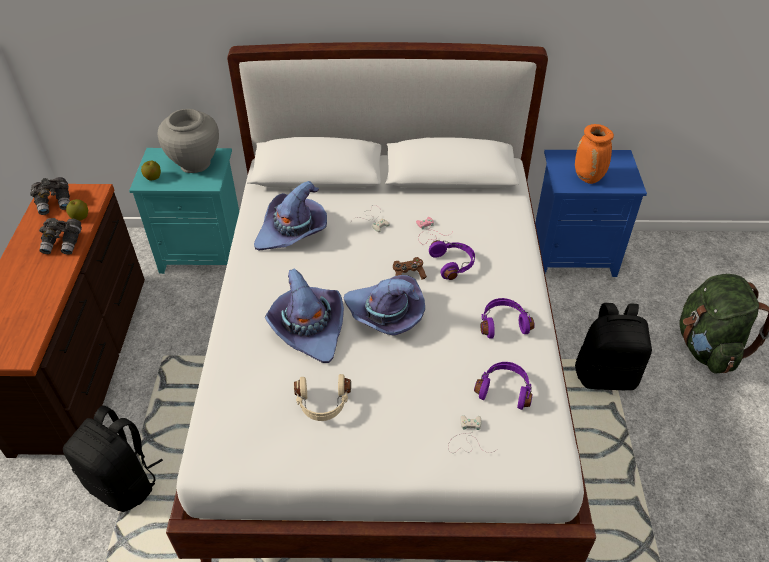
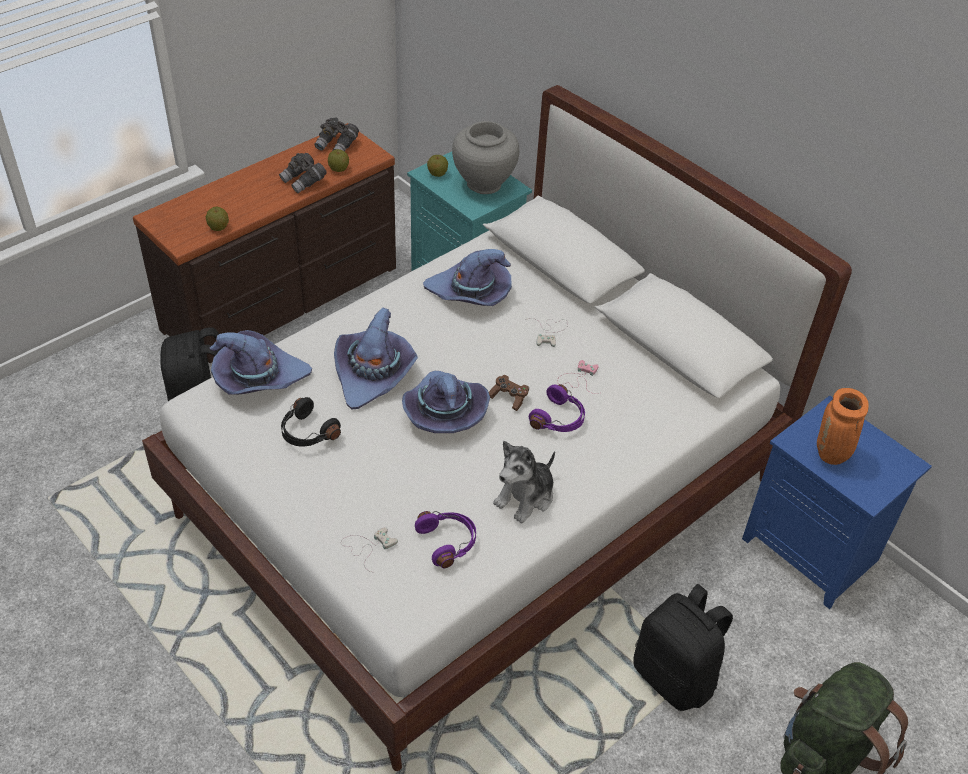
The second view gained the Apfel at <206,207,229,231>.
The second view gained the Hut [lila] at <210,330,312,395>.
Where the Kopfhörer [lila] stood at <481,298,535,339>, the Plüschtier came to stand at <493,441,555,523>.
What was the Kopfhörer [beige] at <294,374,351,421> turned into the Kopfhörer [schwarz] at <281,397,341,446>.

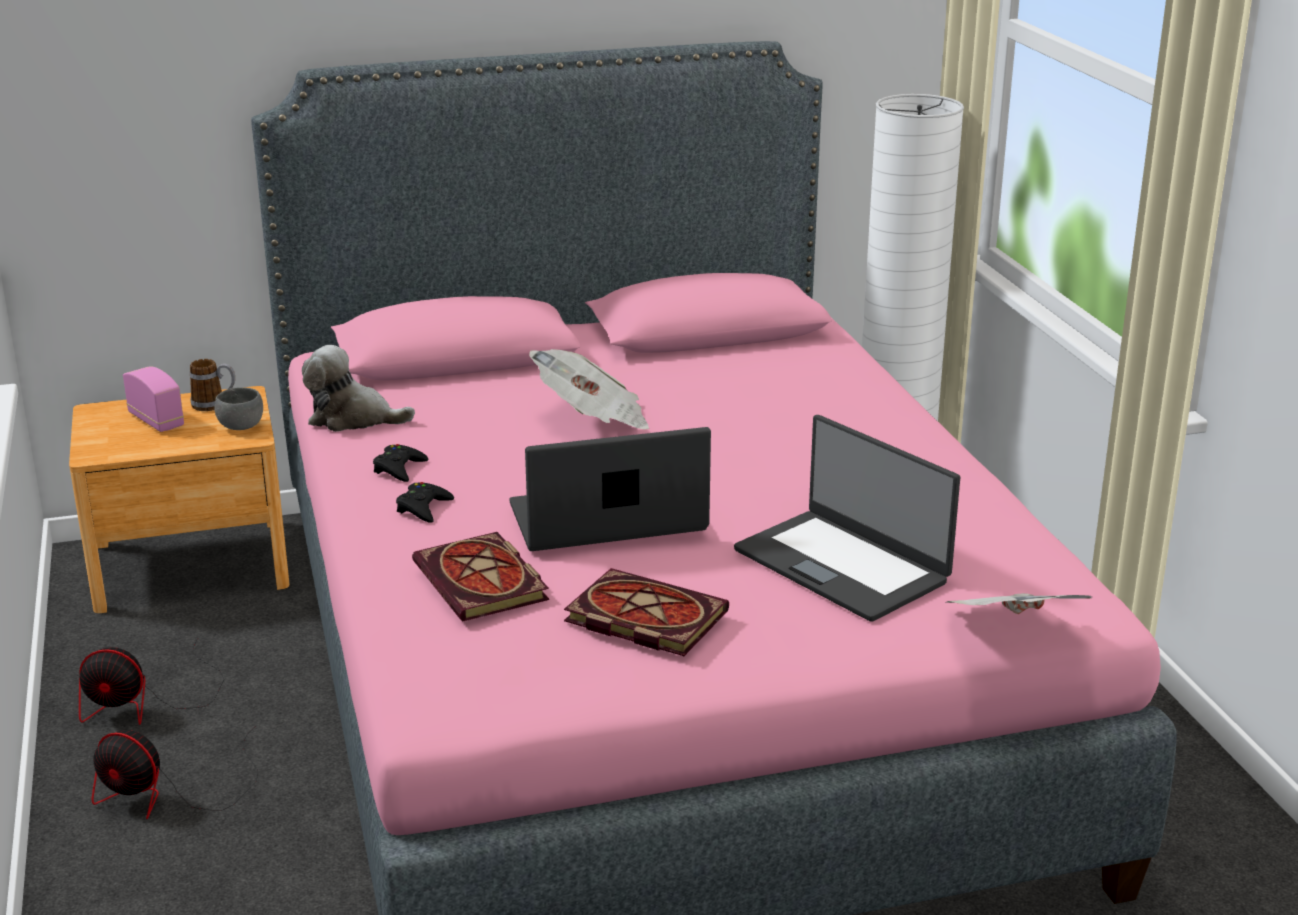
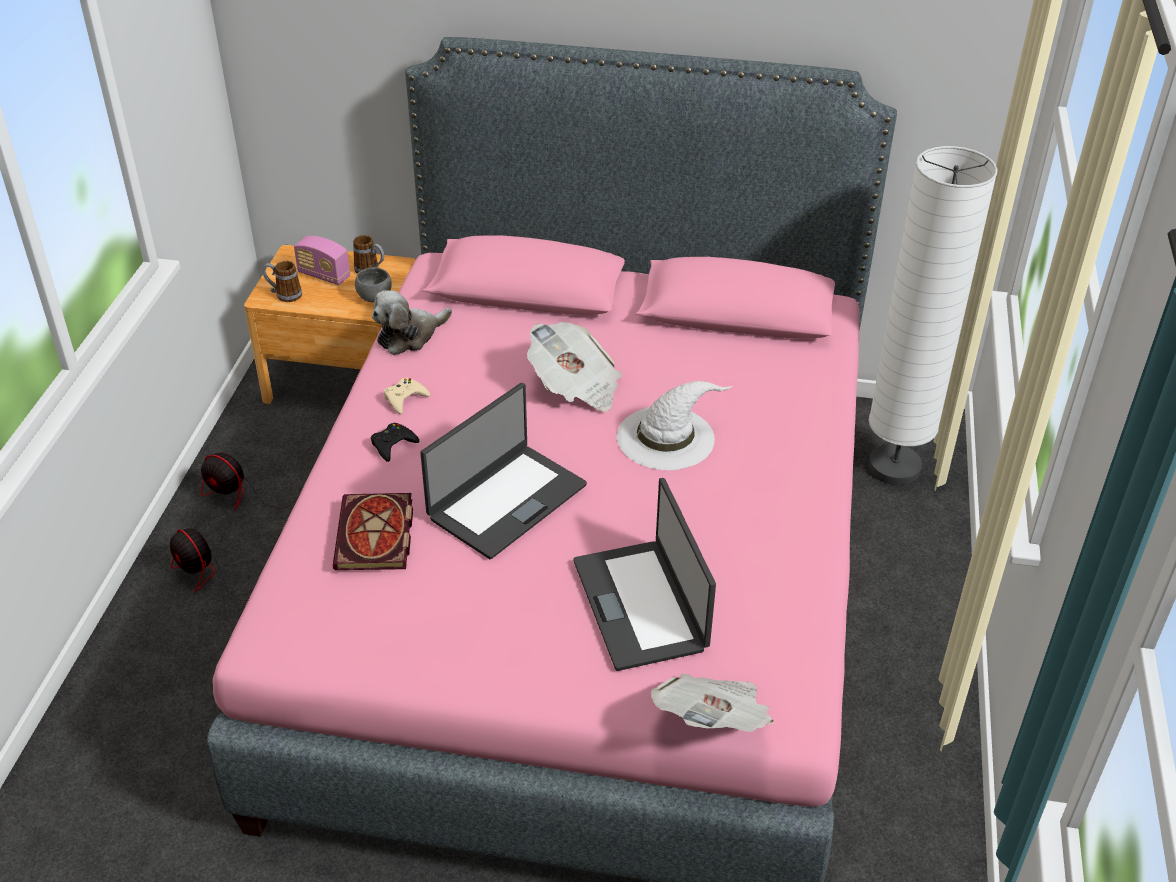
The second view lost the Buch at <564,568,729,656>.
The second view gained the Henkelbecher at <263,261,302,302>.
The second view gained the Hut [weiß] at <617,381,733,470>.
What was the Gamepad [schwarz] at <373,444,428,482> turned into the Gamepad [beige] at <384,378,430,414>.
The Radio at <123,366,184,432> ended up facing another way, 135 degrees clockwise from before.
The Plüschtier at <302,345,415,432> ended up facing another way, 75 degrees counterclockwise from before.
The Laptop at <510,427,711,551> ended up facing another way, 120 degrees clockwise from before.

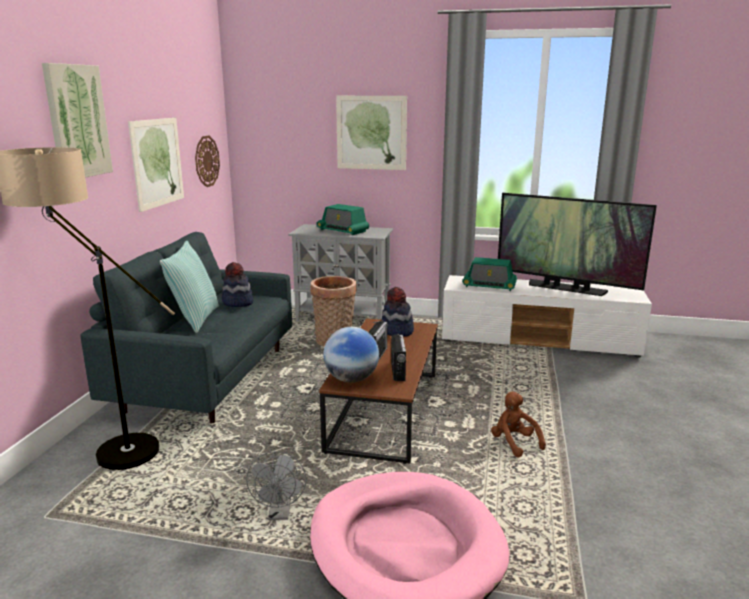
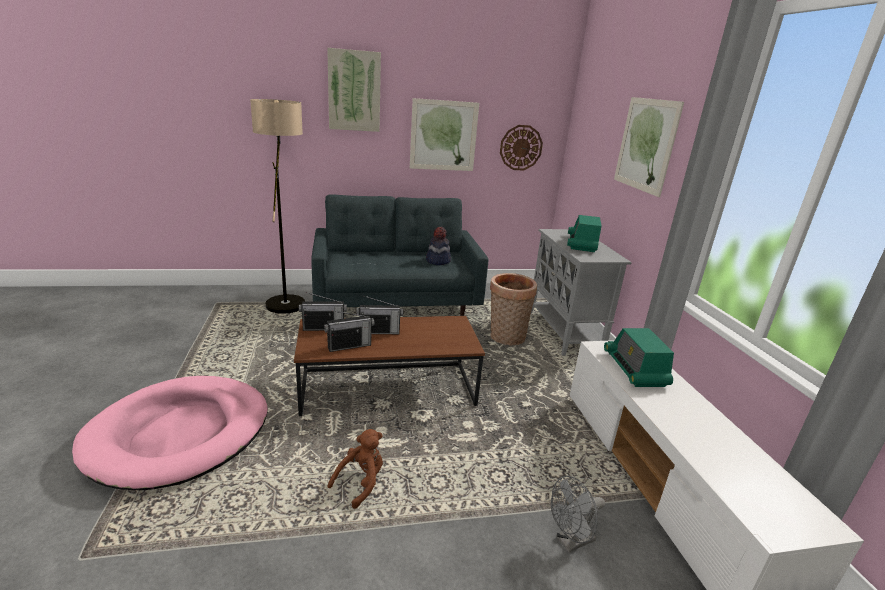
The second view lost the Kissen at <160,241,219,333>.
The second view lost the Hut at <381,287,414,337>.
The second view lost the Fernseher at <498,193,657,296>.
The Ventilator [grau] ended up elsewhere, having gone from <246,451,306,520> to <551,476,605,552>.
Where the Globus stood at <323,327,379,383>, the Radio came to stand at <299,292,347,331>.

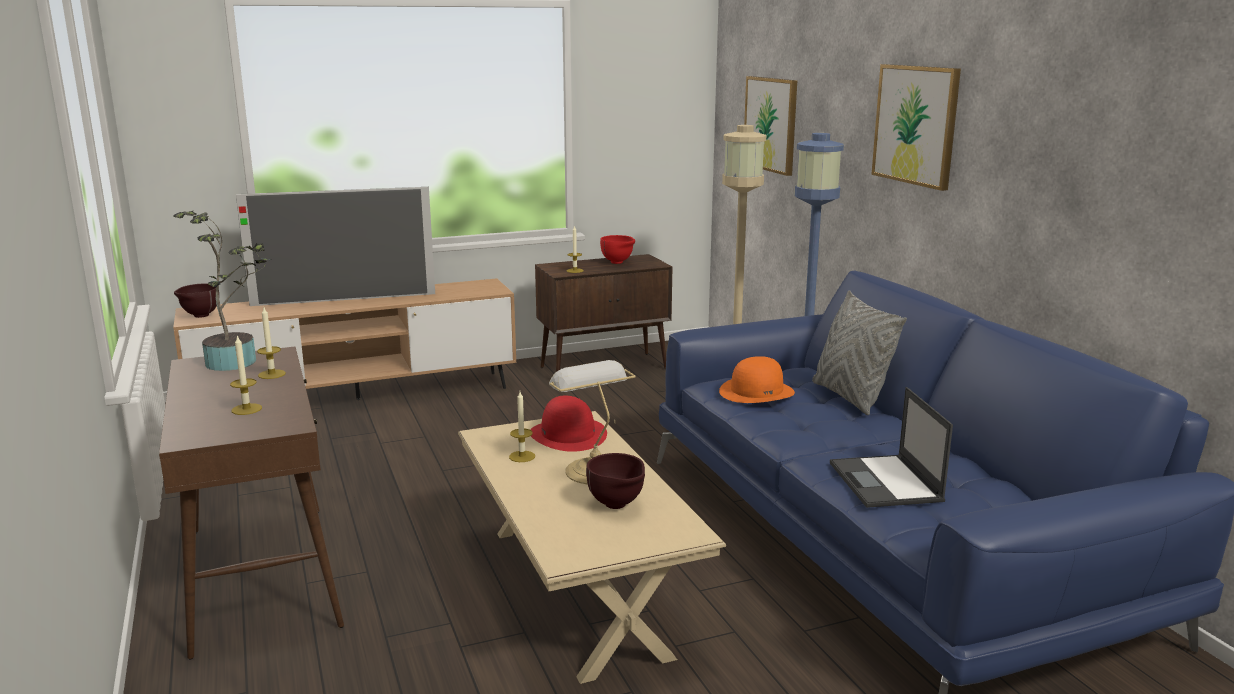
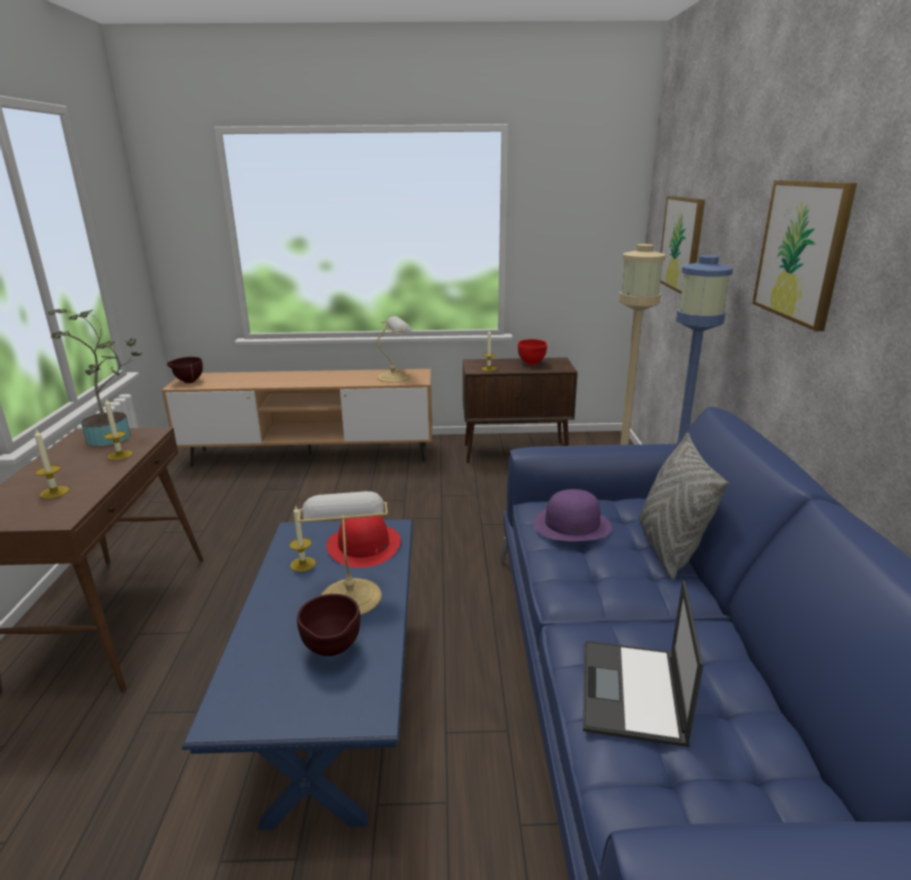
The second view lost the Fernseher at <236,187,435,306>.
The second view gained the Tischlampe at <376,316,413,382>.
What was the Couchtisch [beige] at <458,411,726,684> turned into the Couchtisch [blau] at <182,519,413,830>.
What was the Hut [orange] at <719,356,795,403> turned into the Hut [lila] at <533,489,612,541>.

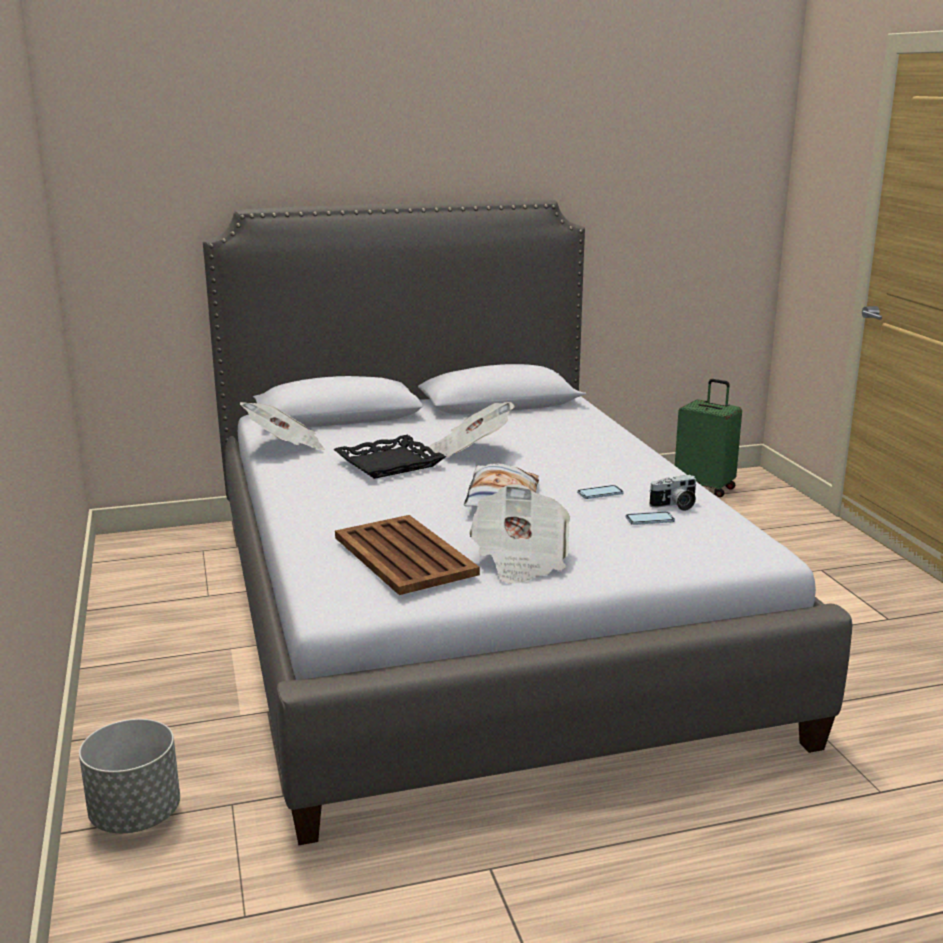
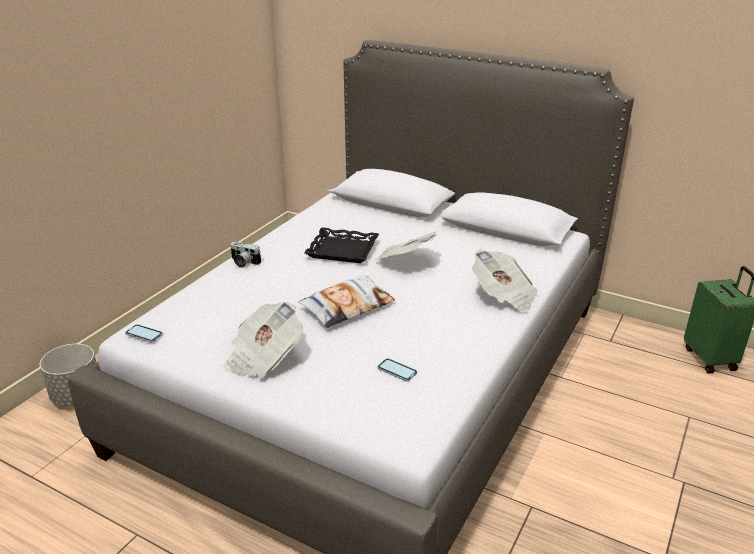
The second view lost the Tablett [braun] at <335,515,480,595>.
The Zeitung ended up elsewhere, having gone from <240,402,326,450> to <472,250,537,313>.
The Handy ended up elsewhere, having gone from <577,485,624,499> to <125,324,163,342>.
The Kamera ended up elsewhere, having gone from <649,475,696,511> to <230,242,261,268>.

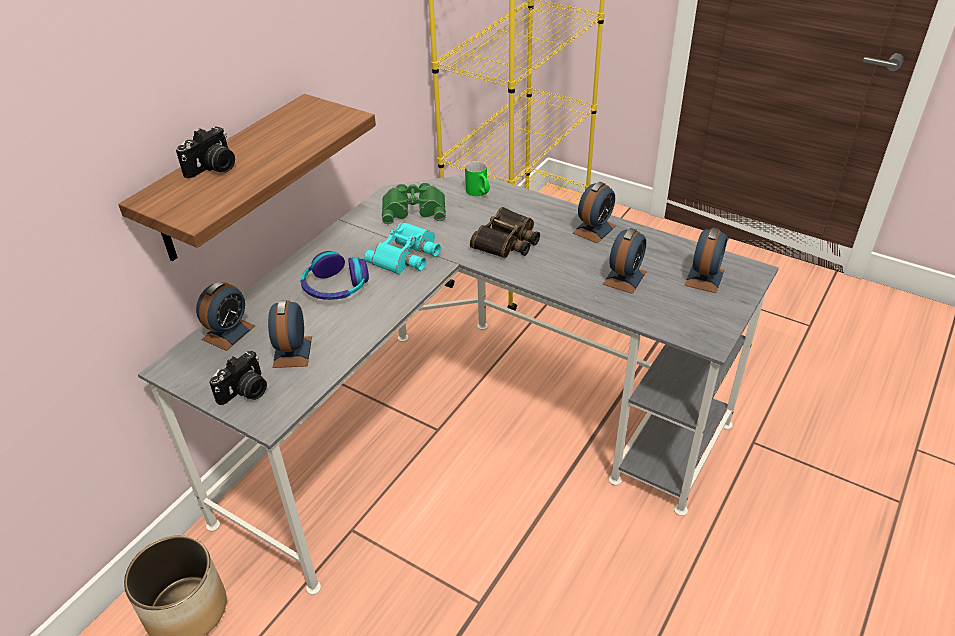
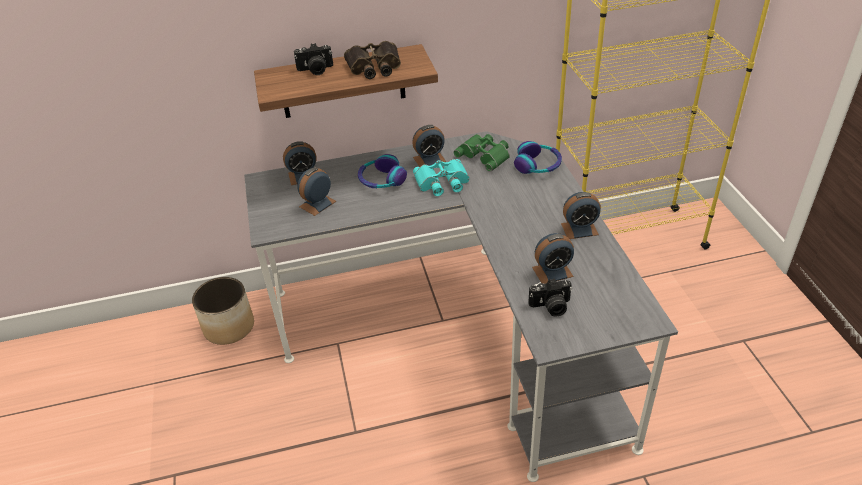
The Kamera ended up elsewhere, having gone from <209,351,267,405> to <528,278,572,317>.
The Fernglas ended up elsewhere, having gone from <470,207,540,258> to <344,41,401,79>.
The Wecker ended up elsewhere, having gone from <684,228,727,293> to <413,125,446,167>.
Where the Henkelbecher [grün] stood at <465,161,490,196>, the Kopfhörer came to stand at <514,141,562,174>.

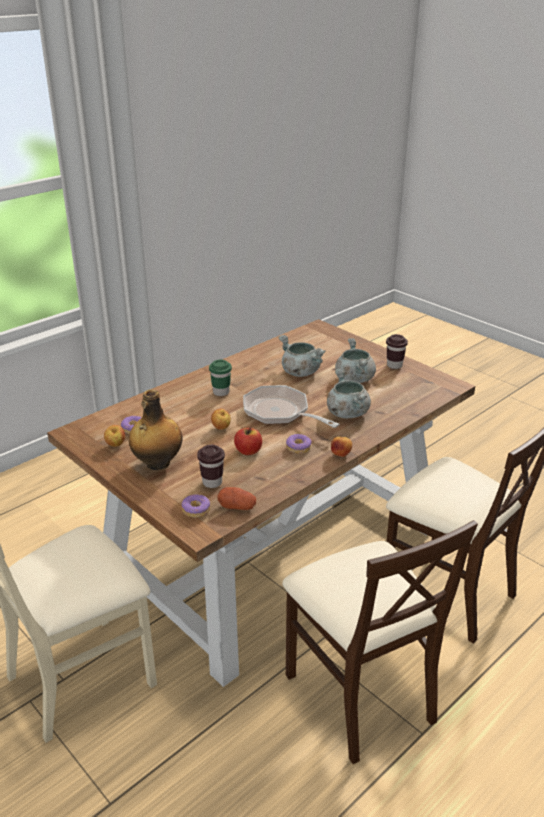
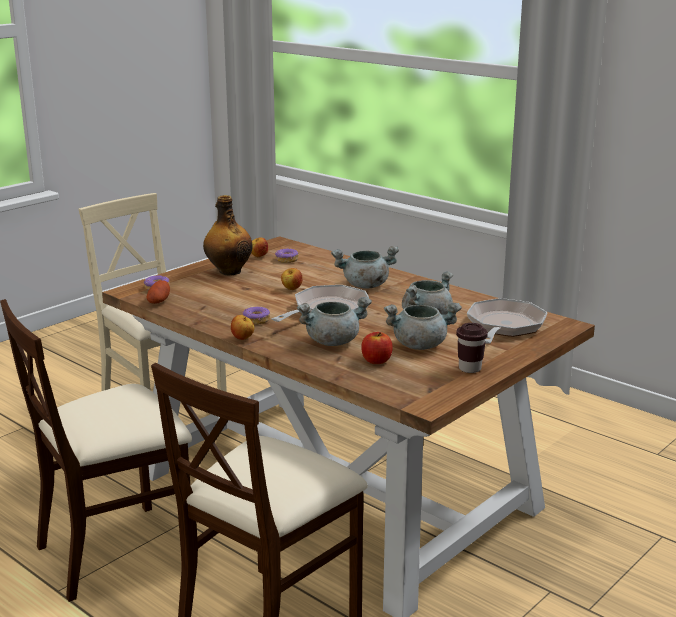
The second view lost the Tasse [braun] at <197,445,225,488>.
The second view gained the Pfanne at <467,298,548,344>.
The Apfel ended up elsewhere, having gone from <234,427,262,455> to <361,332,393,364>.
Where the Tasse [grün] stood at <209,360,232,396>, the Kochtopf [grau] came to stand at <331,246,399,288>.

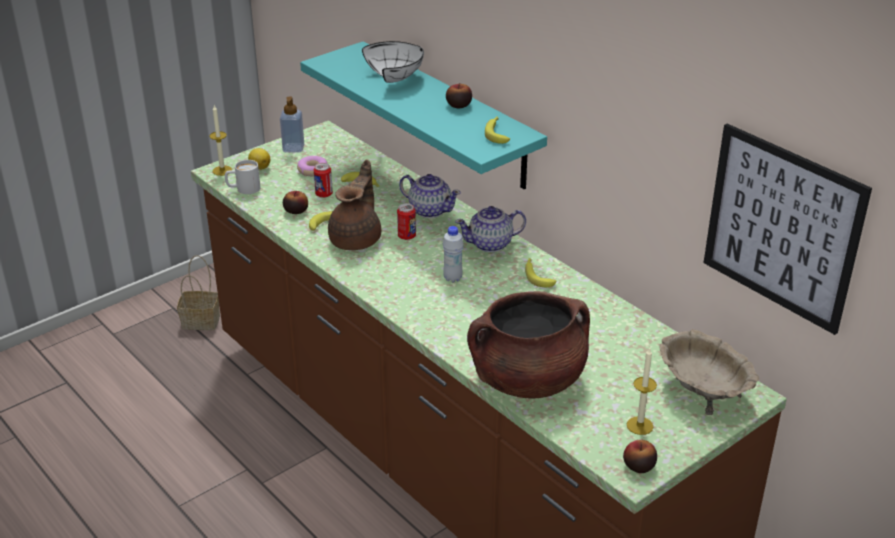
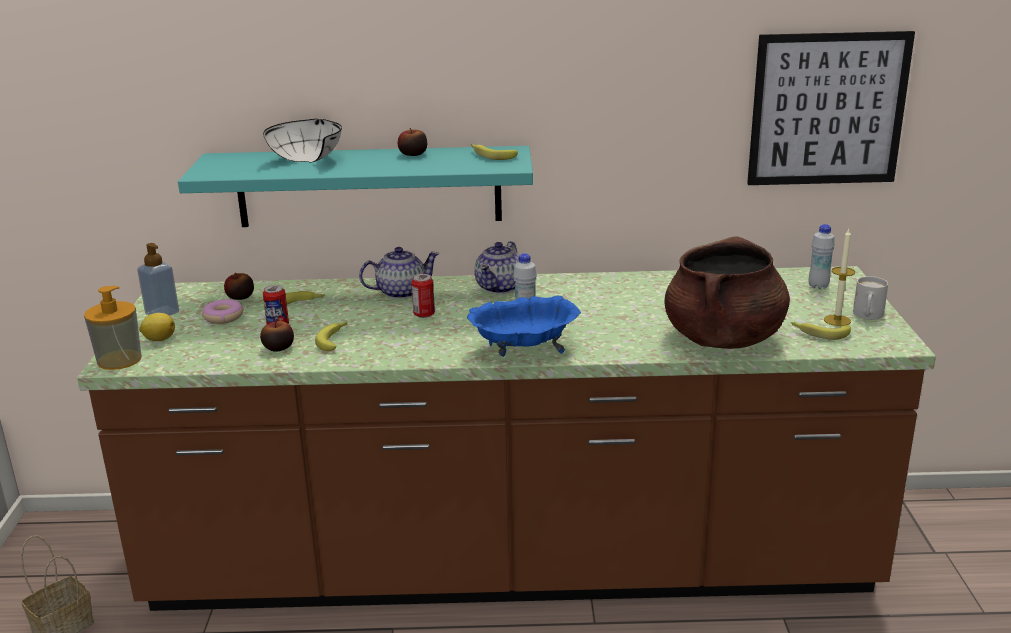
The second view lost the Teekanne [braun] at <328,160,381,250>.
The second view gained the Schüssel [blau] at <467,296,581,357>.
The Henkelbecher [weiß] ended up elsewhere, having gone from <225,160,260,194> to <853,276,888,320>.
The Banane ended up elsewhere, having gone from <525,258,556,287> to <791,322,851,340>.
The Apfel ended up elsewhere, having gone from <623,440,657,473> to <224,273,254,300>.
Where the Kerze stood at <210,105,232,176>, the Seifenspender came to stand at <84,286,142,370>.
Where the Schüssel [beige] stood at <659,329,759,415>, the Flasche [weiß] came to stand at <808,224,835,289>.

